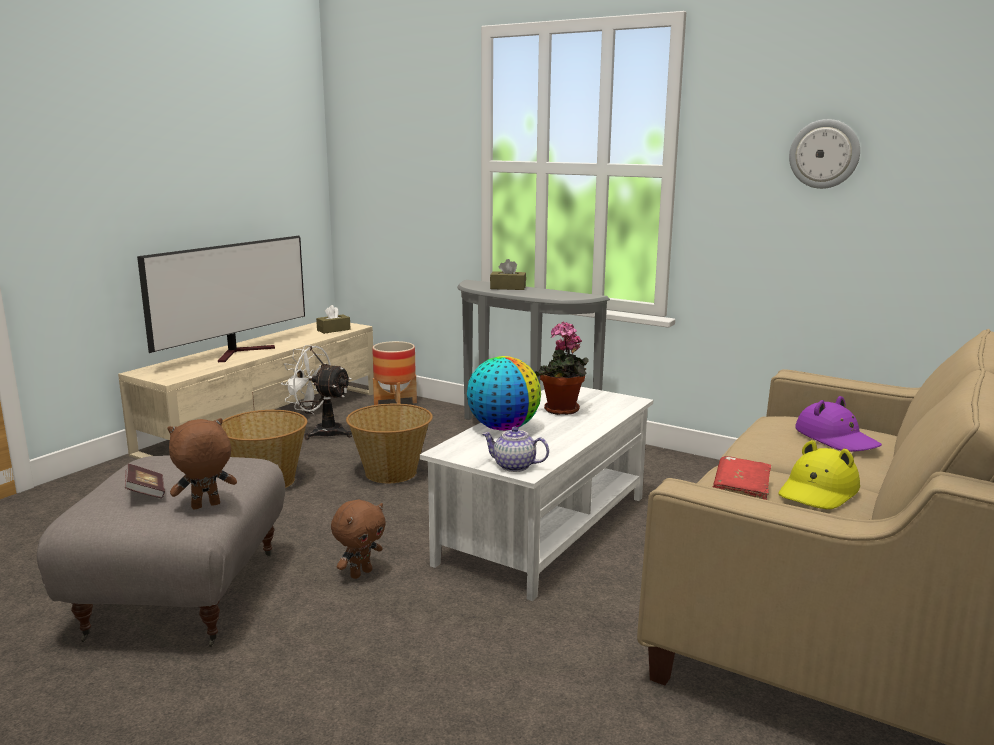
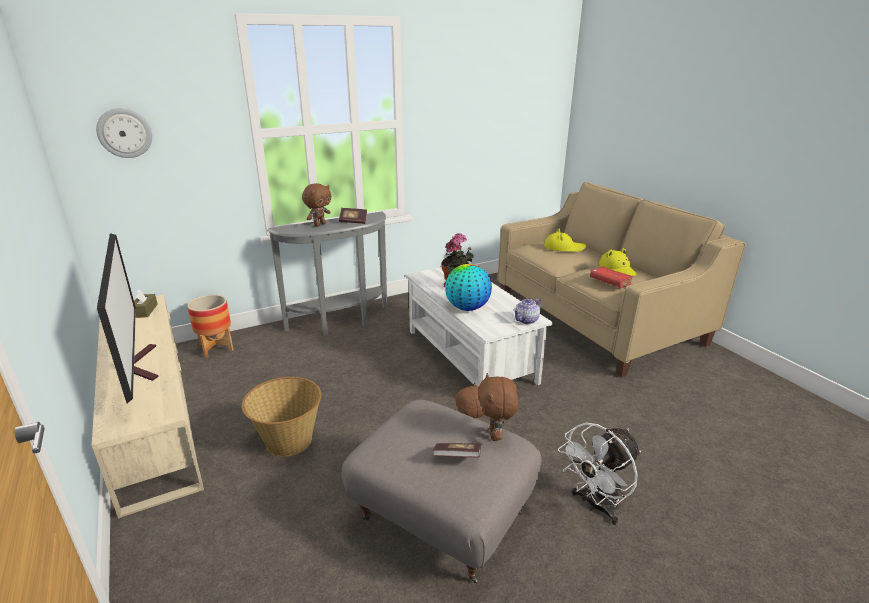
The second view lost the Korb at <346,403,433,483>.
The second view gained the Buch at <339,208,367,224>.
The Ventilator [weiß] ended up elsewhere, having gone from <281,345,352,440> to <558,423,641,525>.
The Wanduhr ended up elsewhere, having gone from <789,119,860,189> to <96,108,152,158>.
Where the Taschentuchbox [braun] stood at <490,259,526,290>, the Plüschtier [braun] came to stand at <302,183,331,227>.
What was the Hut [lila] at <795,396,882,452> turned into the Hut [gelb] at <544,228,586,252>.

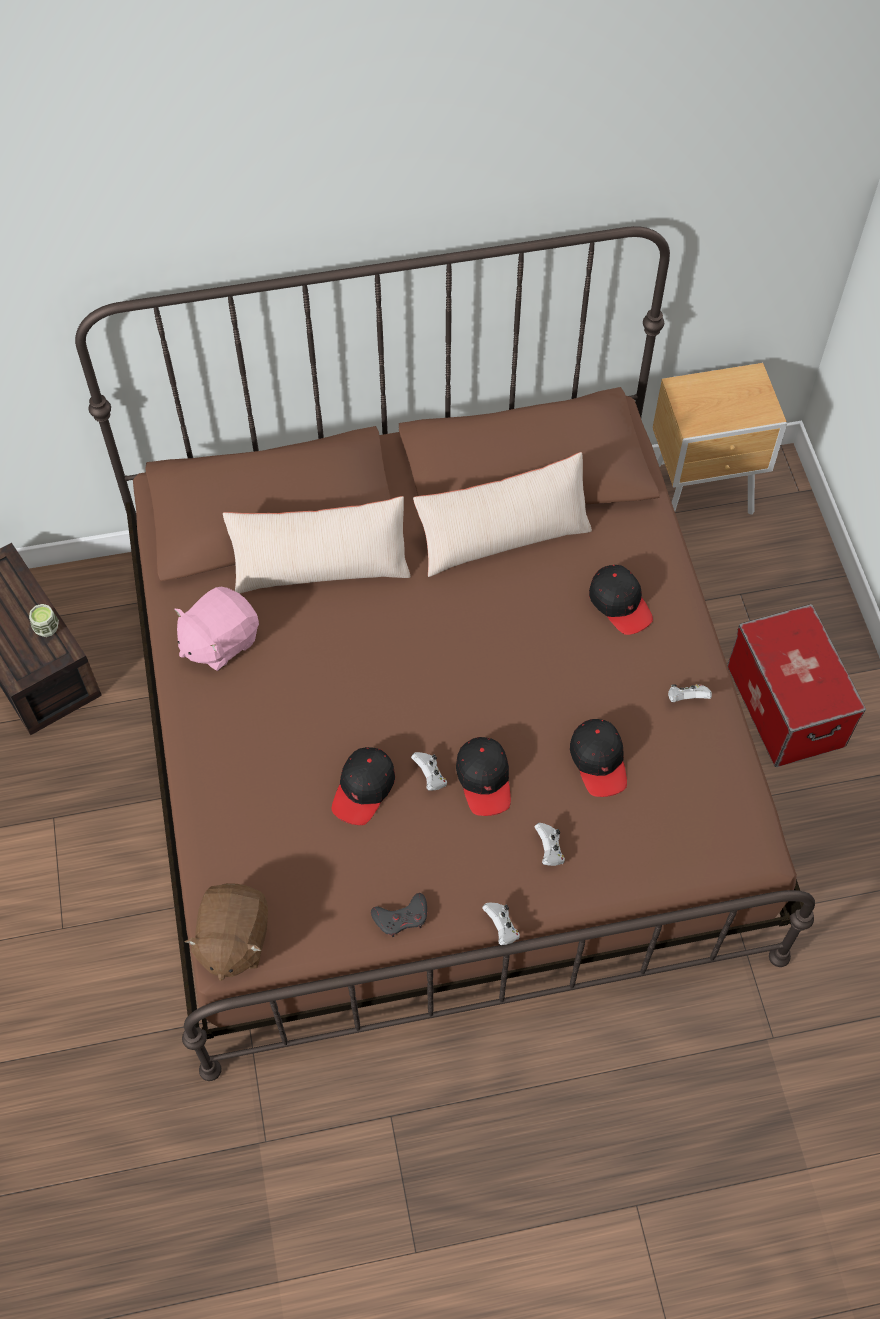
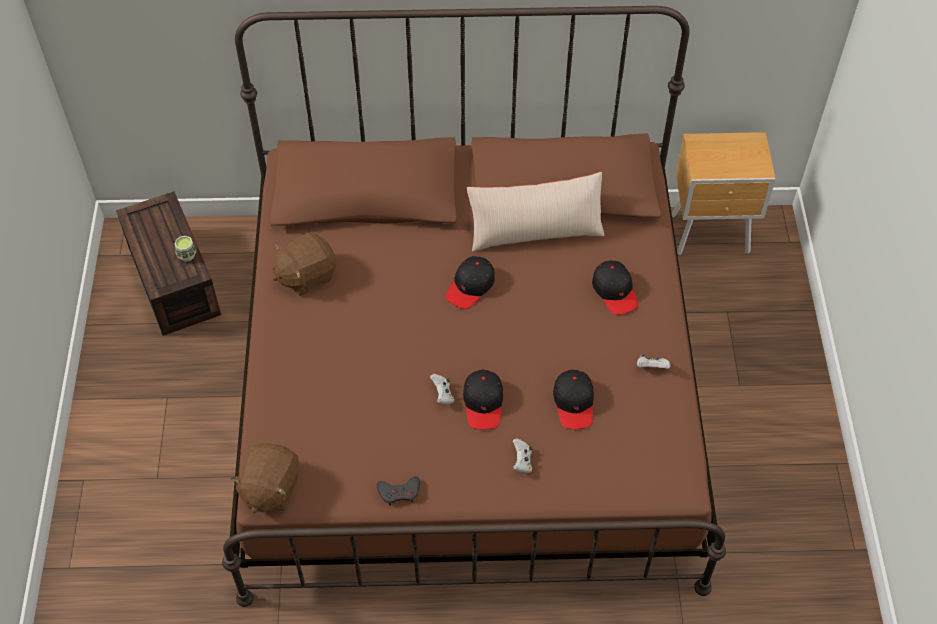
The second view lost the Kissen [beige] at <223,496,411,594>.
The second view lost the Gamepad [weiß] at <482,902,520,945>.
The second view lost the Aufbewahrungsbox at <727,604,866,767>.
The Kappe [schwarz] ended up elsewhere, having gone from <332,747,395,825> to <445,256,495,309>.
What was the Plüschtier [rosa] at <174,587,259,671> turned into the Plüschtier [braun] at <273,233,336,296>.

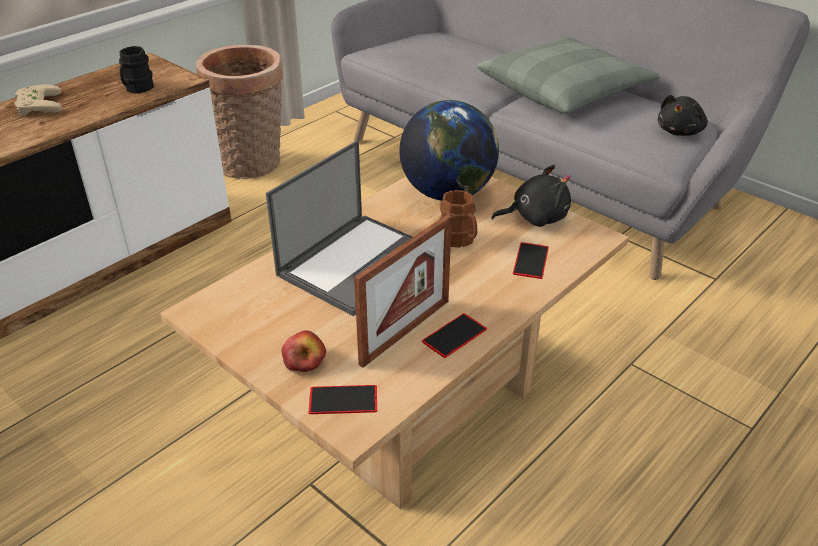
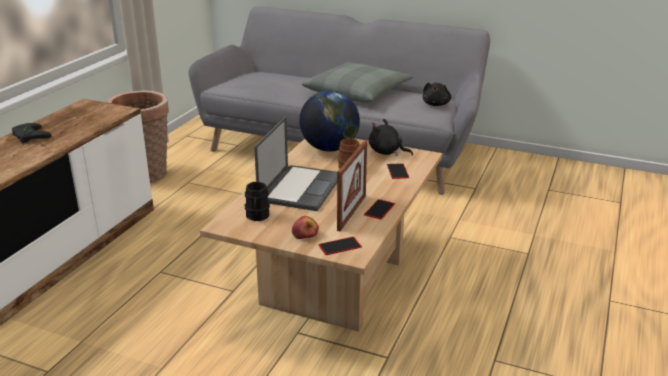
The Henkelbecher [schwarz] ended up elsewhere, having gone from <119,46,154,94> to <245,182,270,221>.
What was the Gamepad [beige] at <15,85,62,116> turned into the Gamepad [schwarz] at <12,123,52,143>.
The Plüschtier [schwarz] at <491,165,571,227> ended up facing another way, 120 degrees counterclockwise from before.

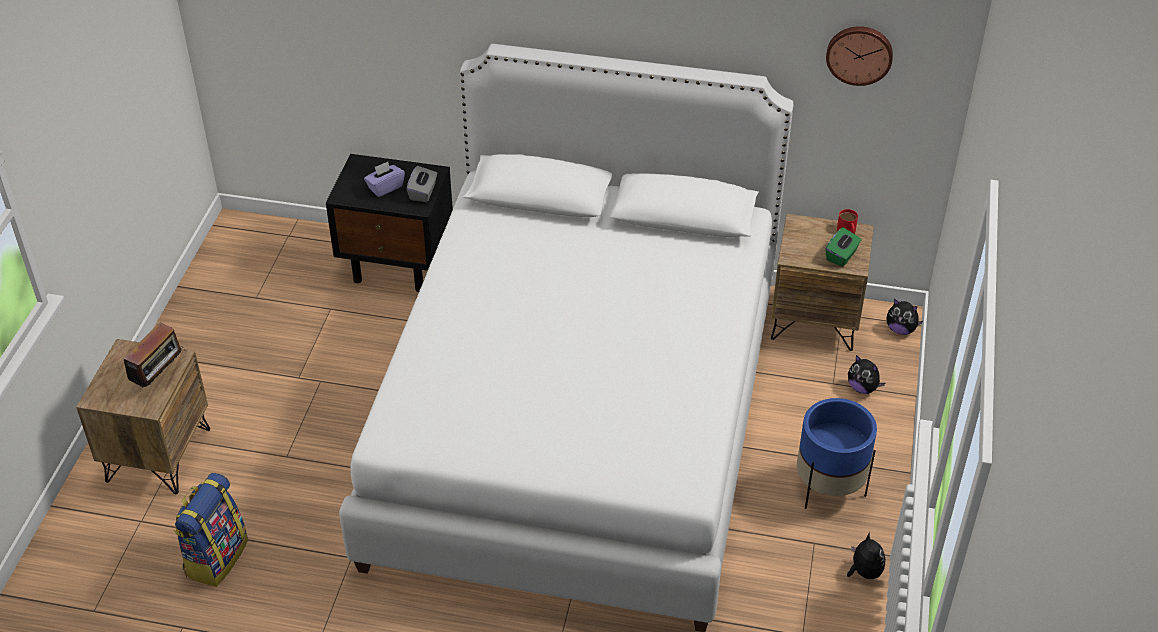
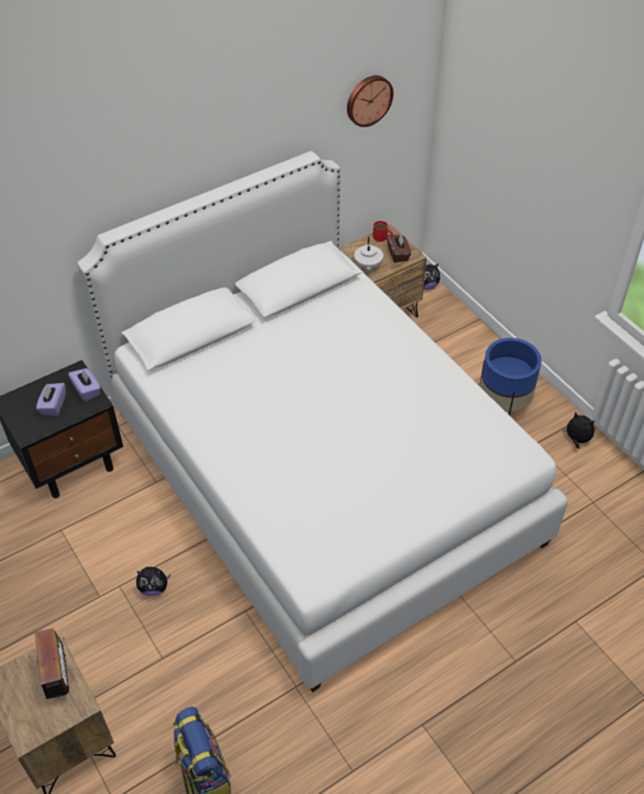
The second view gained the Teekanne [weiß] at <354,237,383,272>.
The Plüschtier ended up elsewhere, having gone from <848,355,885,394> to <136,567,170,596>.
What was the Taschentuchbox [grau] at <407,166,438,202> turned into the Taschentuchbox [lila] at <68,368,101,402>.
What was the Taschentuchbox [grün] at <826,227,862,267> turned into the Taschentuchbox [braun] at <387,233,411,263>.

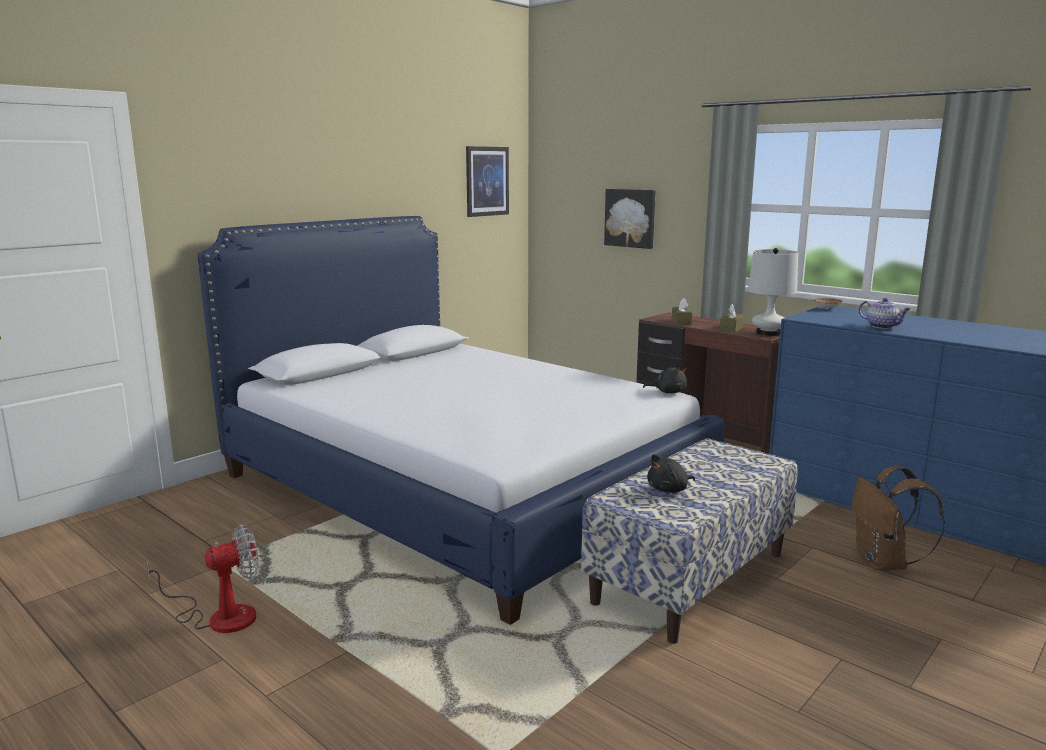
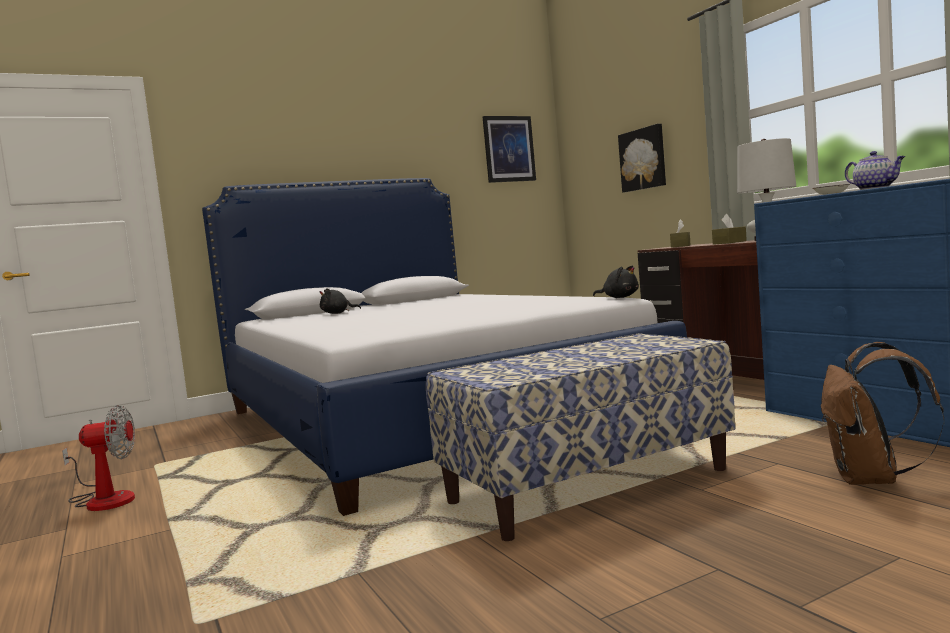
The Plüschtier [schwarz] ended up elsewhere, having gone from <647,454,695,493> to <319,288,361,314>.

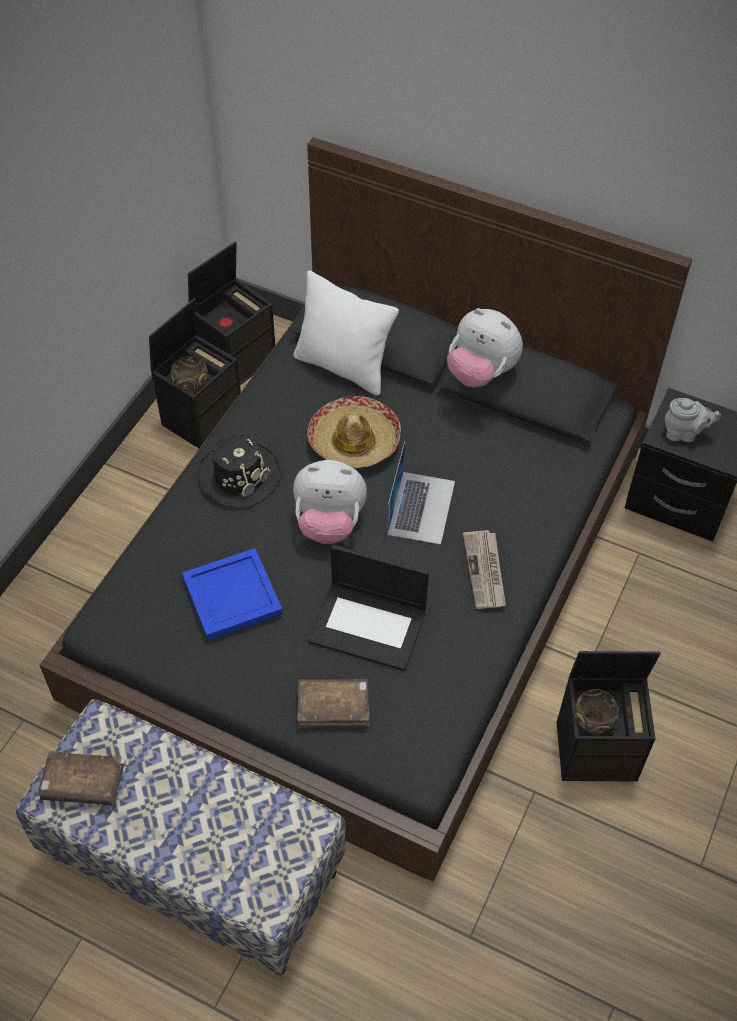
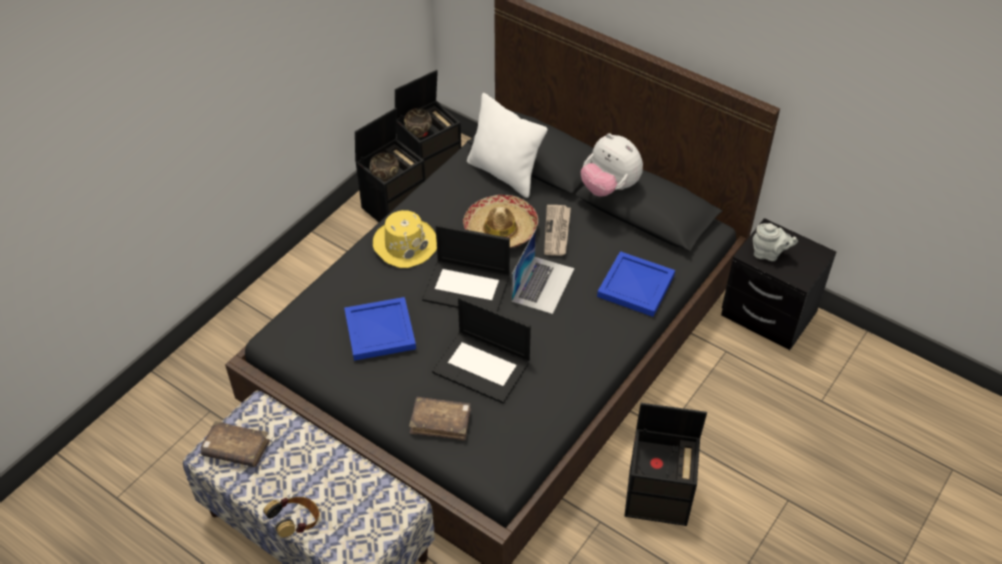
The second view gained the Kopfhörer at <263,497,320,538>.
The second view gained the Tablett [blau] at <597,251,675,317>.
The Zeitung ended up elsewhere, having gone from <463,530,506,609> to <544,205,571,256>.
The Schüssel [braun] ended up elsewhere, having gone from <574,689,619,734> to <404,108,432,138>.
Where the Plüschtier stood at <293,460,367,544>, the Laptop came to stand at <422,224,510,312>.
What was the Hut [schwarz] at <198,435,281,509> turned into the Hut [gelb] at <373,210,437,268>.

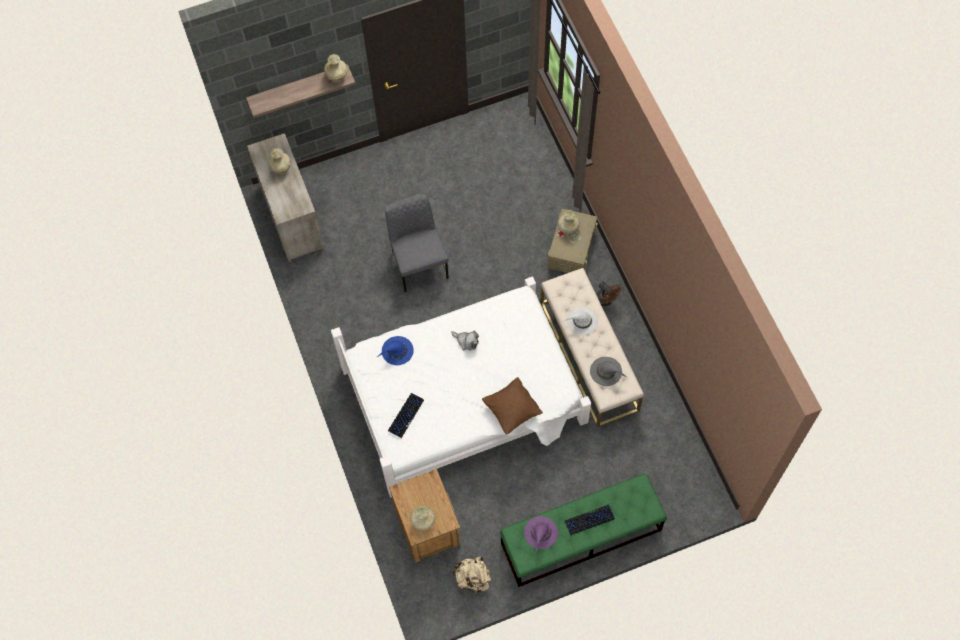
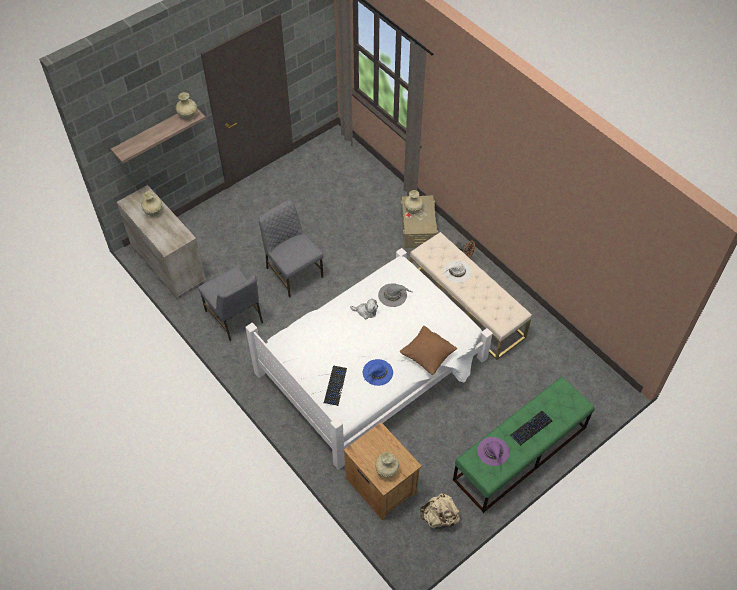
The second view gained the Stuhl [grau] at <198,267,263,341>.
The Hut [blau] ended up elsewhere, having gone from <377,336,414,365> to <363,359,393,386>.
The Hut [grau] ended up elsewhere, having gone from <590,357,627,386> to <378,283,412,307>.

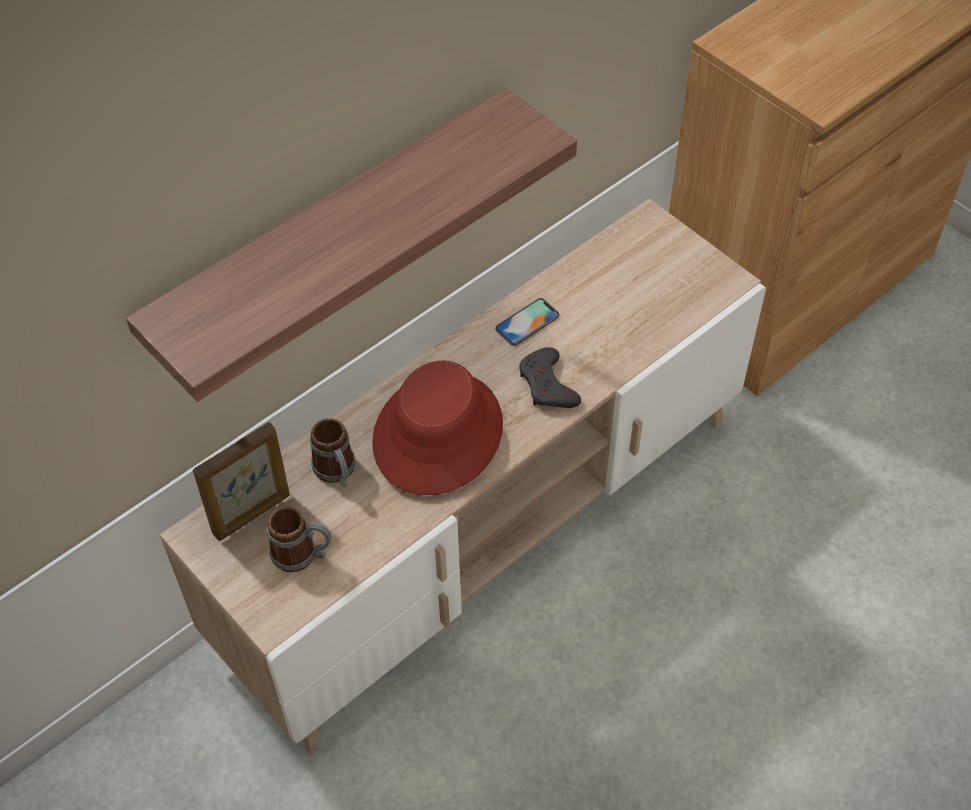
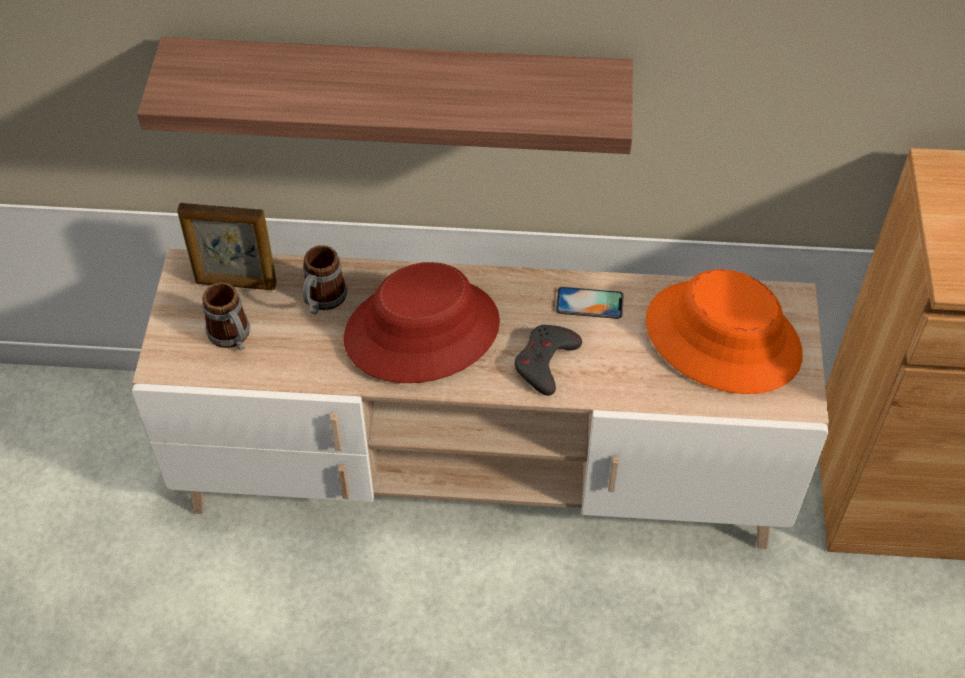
The second view gained the Hut [orange] at <646,269,803,394>.

